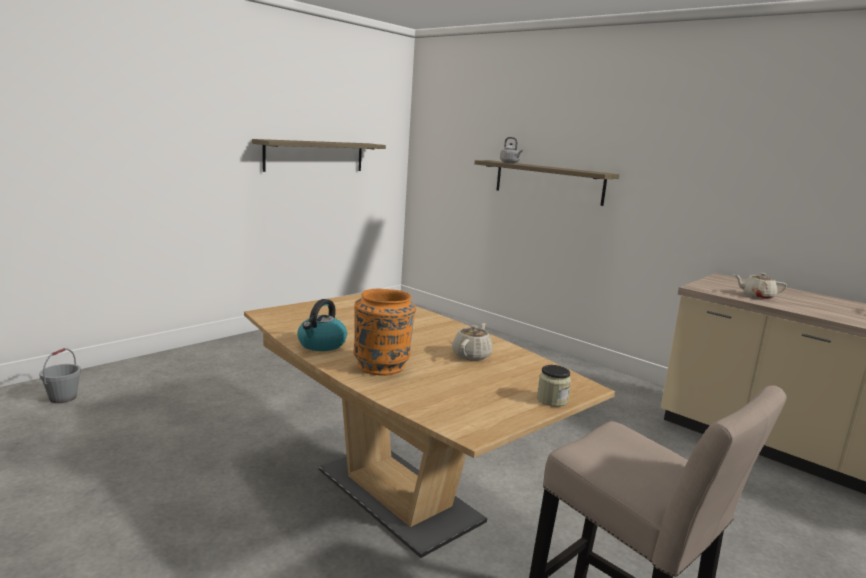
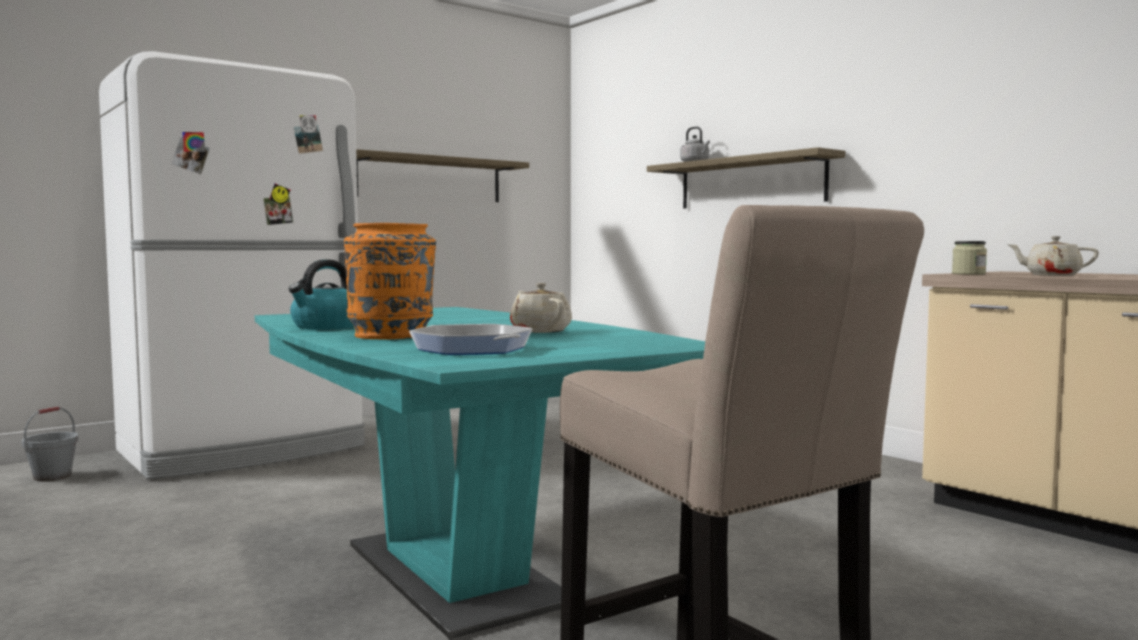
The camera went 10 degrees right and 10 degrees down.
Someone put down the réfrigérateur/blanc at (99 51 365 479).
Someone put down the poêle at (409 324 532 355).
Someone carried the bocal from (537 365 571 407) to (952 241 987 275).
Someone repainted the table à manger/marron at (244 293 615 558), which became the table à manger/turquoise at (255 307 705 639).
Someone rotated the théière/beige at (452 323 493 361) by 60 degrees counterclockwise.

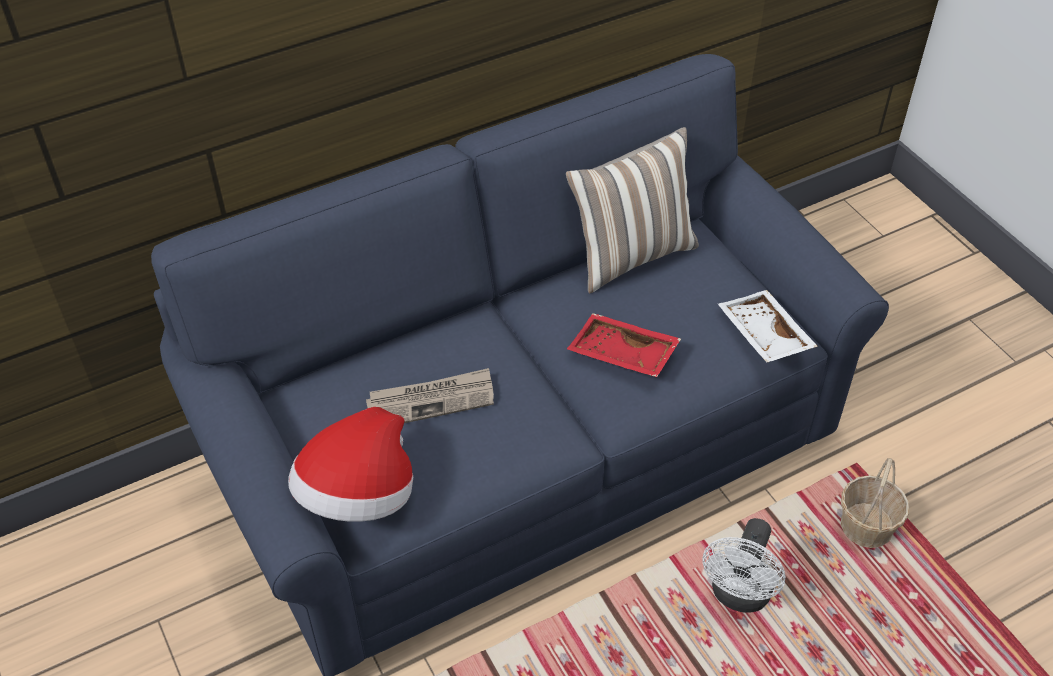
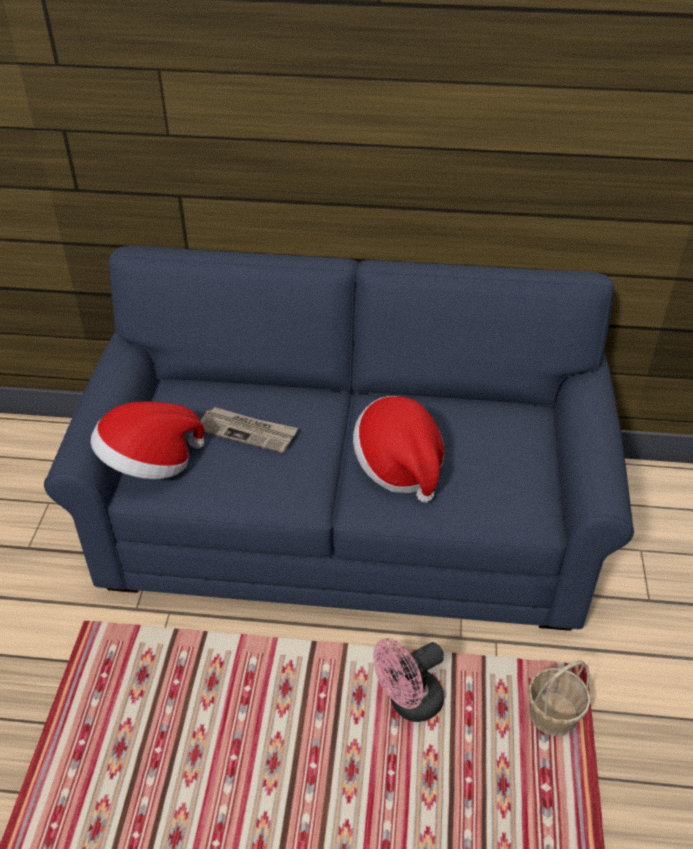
The camera went 35 degrees right and 5 degrees down.
Someone took away the coussin at (566 127 699 293).
Someone took away the plateau/blanc at (718 290 818 363).
Someone swapped the plateau/rouge at (567 313 681 377) for the chapeau at (353 396 444 503).
Someone repainted the ventilateur/blanc at (702 518 786 613), which became the ventilateur/rose at (373 638 444 722).

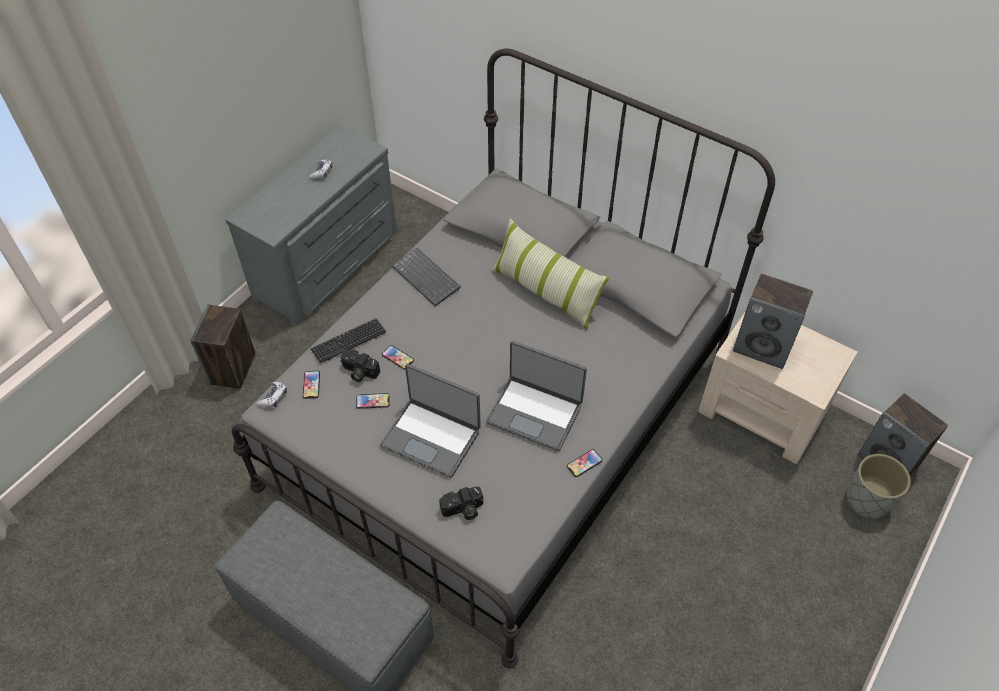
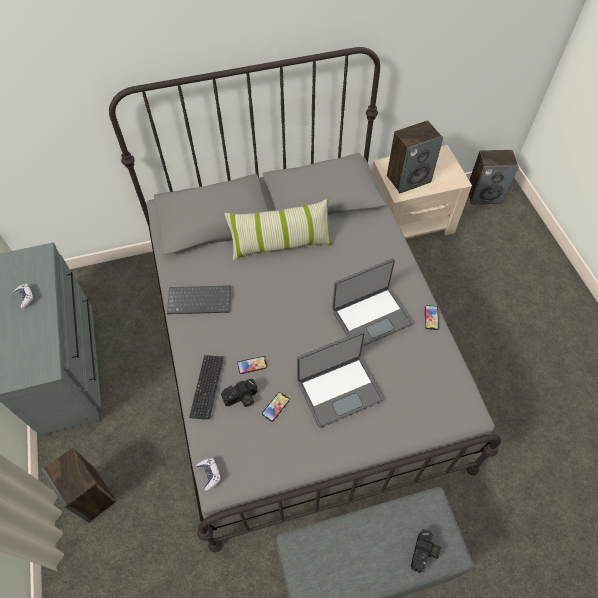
The camera went 50 degrees left and 5 degrees up.
Someone took away the téléphone at (303 371 320 399).
Someone took away the cache-pot/gris at (847 454 911 518).
Someone carried the appareil photo from (439 487 483 520) to (411 529 441 573).

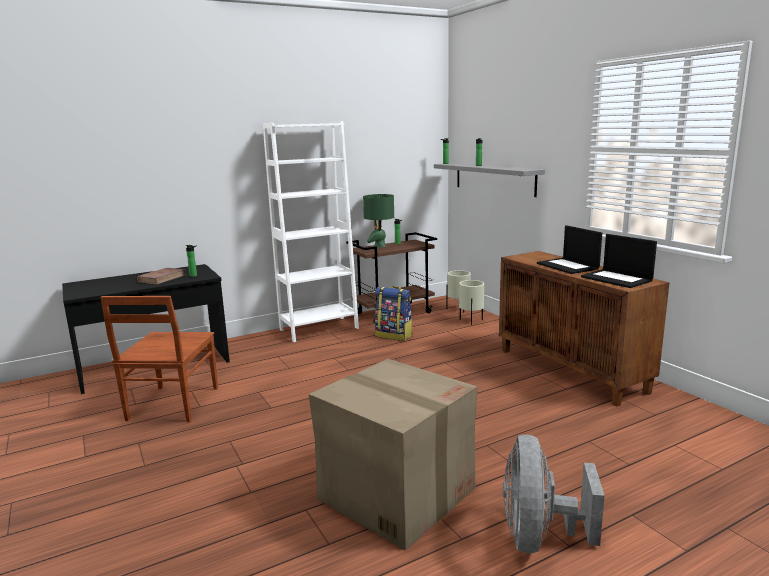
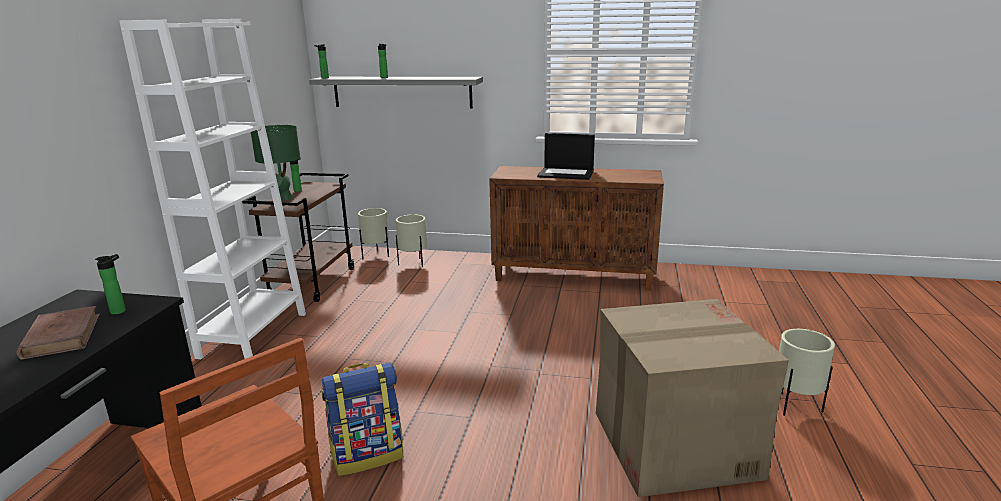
The camera went 50 degrees left and 5 degrees up.
Someone took away the ordinateur portable at (581 234 657 288).
Someone carried the sac à dos from (375 286 413 341) to (322 362 403 476).
Someone swapped the ventilateur/gris at (503 435 605 553) for the cache-pot/beige at (779 329 835 416).

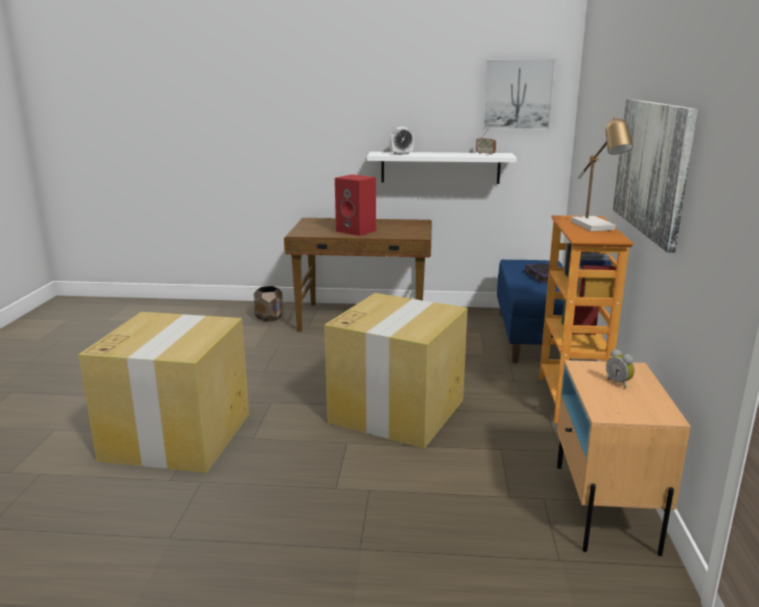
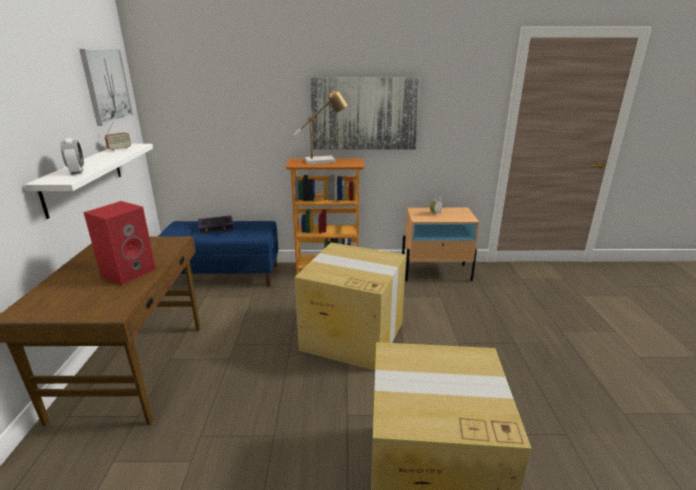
The camera went 95 degrees left and 5 degrees up.
Someone took away the cache-pot/marron at (253 286 283 322).

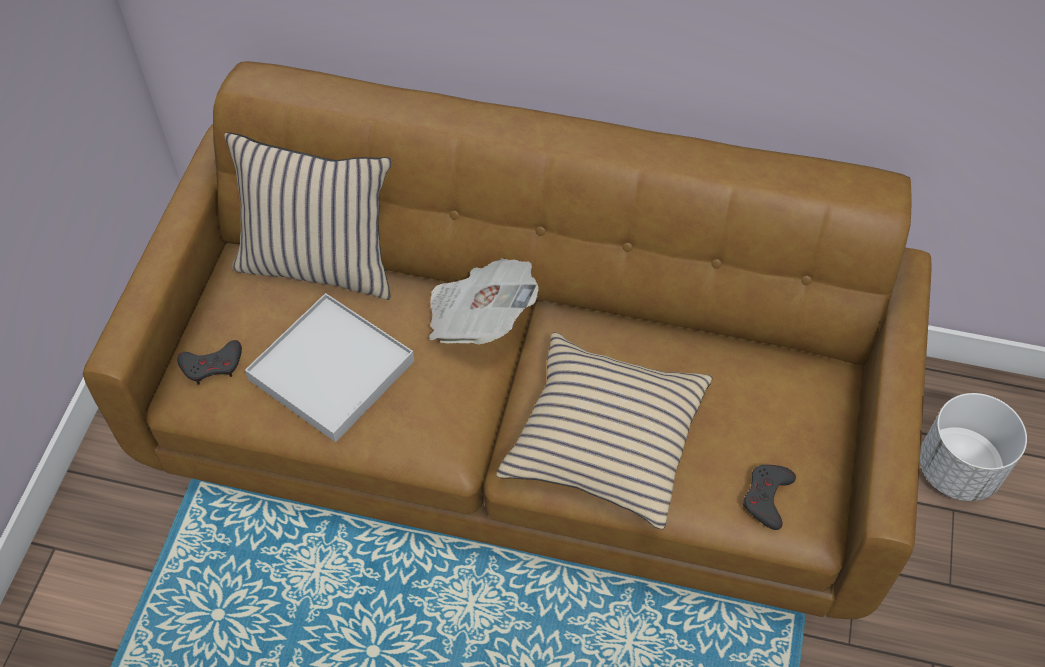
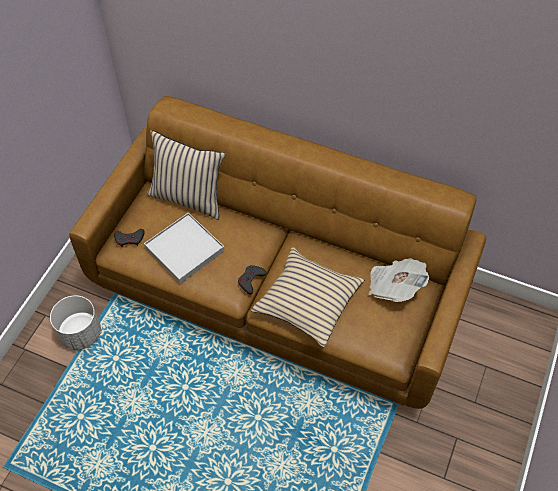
The camera went 10 degrees right and 0 degrees up.
Someone carried the journal from (429 258 538 345) to (369 258 429 302).
Someone carried the manette/gris from (743 465 796 530) to (238 265 267 294).
Someone carried the cache-pot/blanc from (920 393 1027 501) to (50 296 101 350).

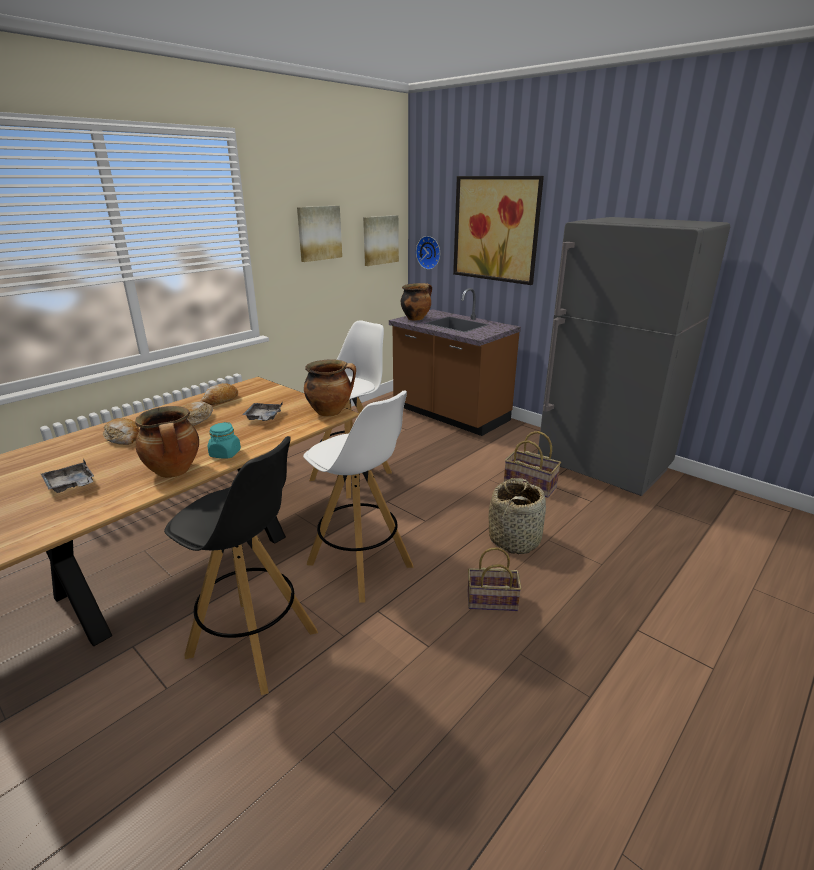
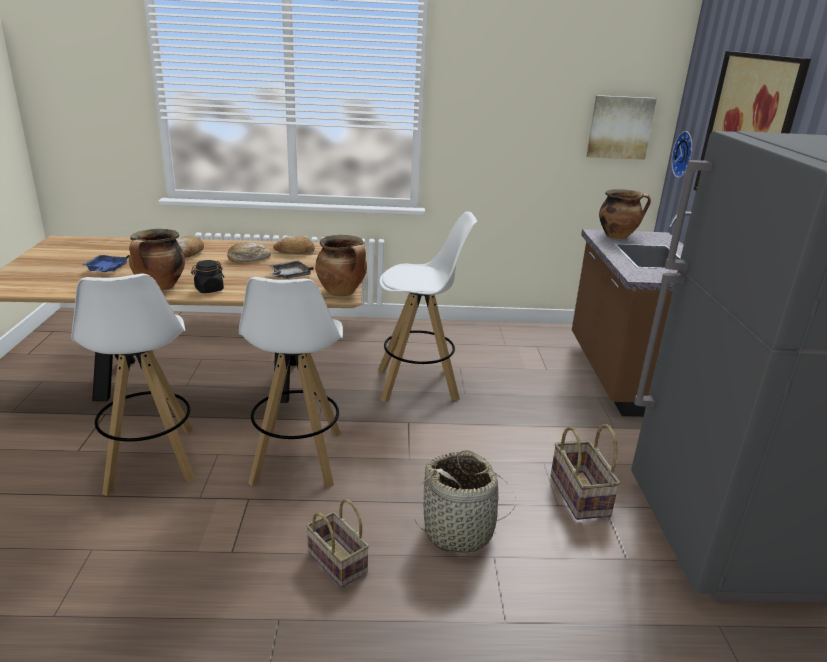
The camera went 45 degrees right and 0 degrees up.
Someone took away the tableau at (297 206 342 262).
Someone repainted the plateau/gris at (41 459 94 493), which became the plateau/bleu at (82 255 129 272).
Someone repainted the tabouret/noir at (164 436 318 695), which became the tabouret/blanc at (72 274 195 496).
Someone repainted the bocal/turquoise at (208 422 241 459), which became the bocal/noir at (191 260 224 293).

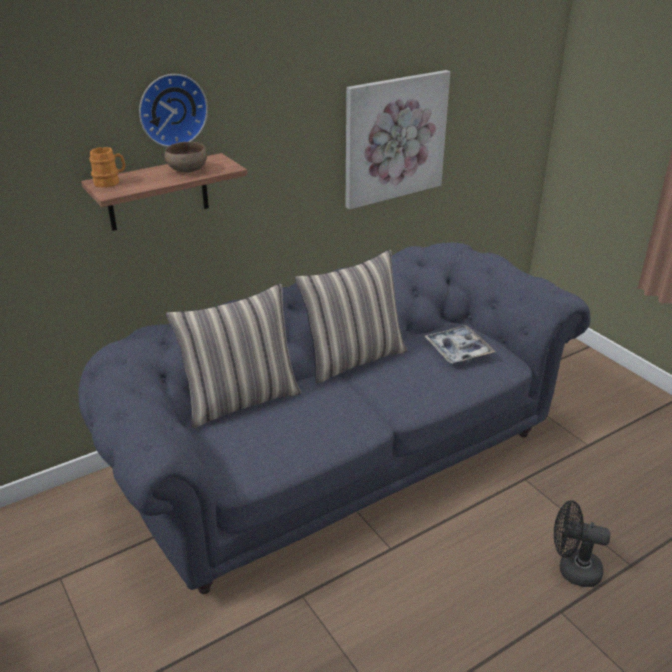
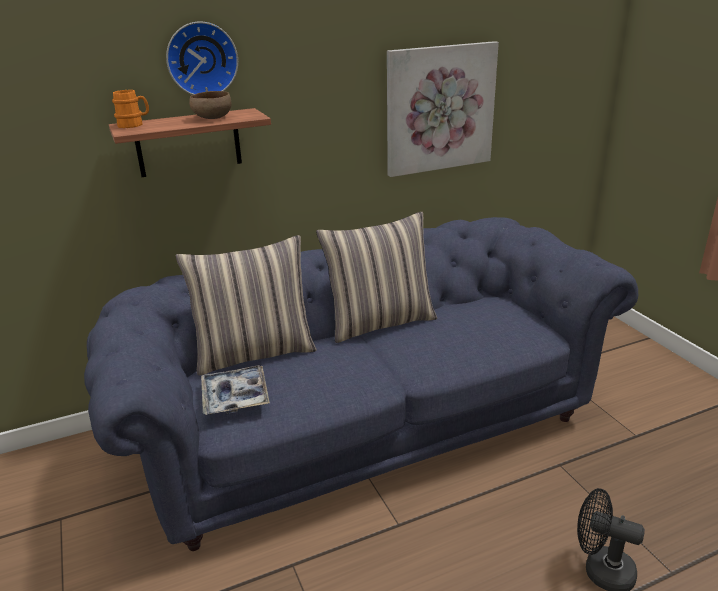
The camera went 10 degrees right and 5 degrees down.
Someone carried the plateau from (425 325 495 364) to (201 365 270 415).

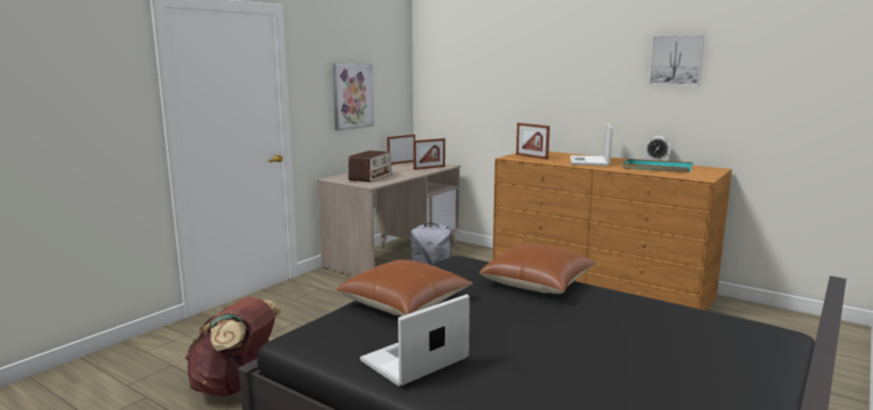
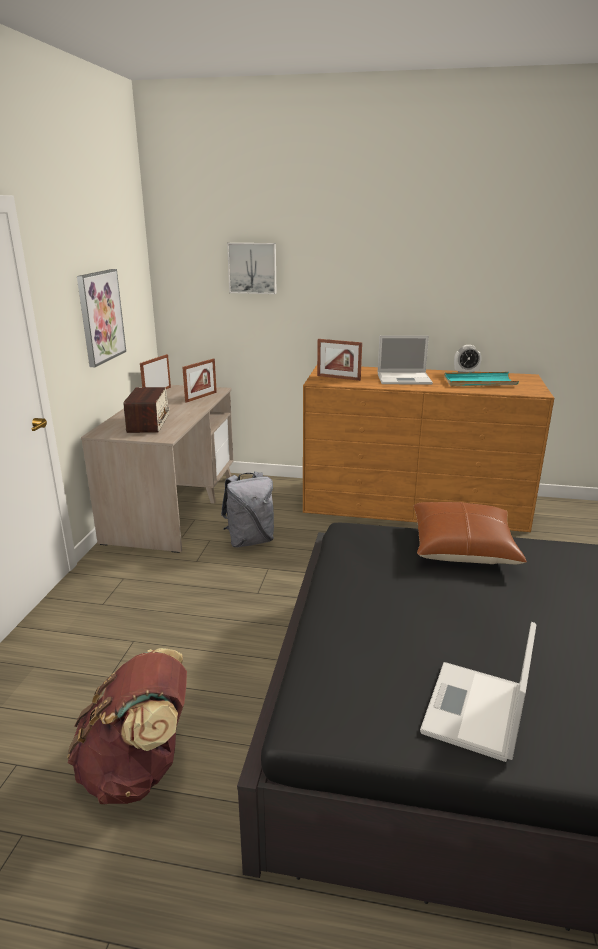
The camera went 25 degrees left and 10 degrees up.
Someone took away the coussin/marron at (336 260 473 316).
Someone carried the tableau from (649 35 705 86) to (227 243 277 294).
Someone rotated the ordinateur portable at (570 123 613 166) by 75 degrees counterclockwise.

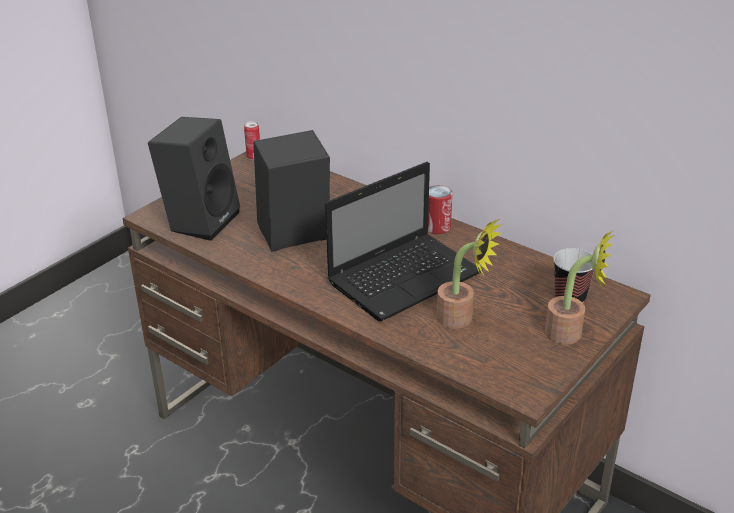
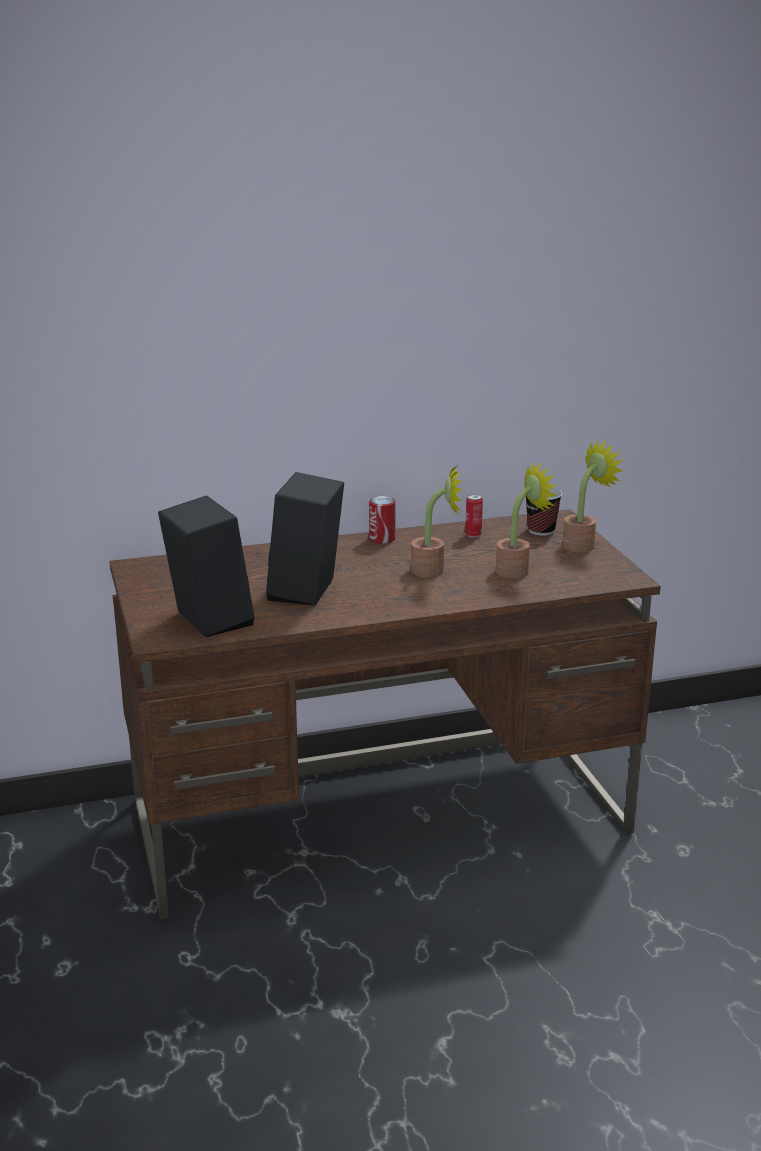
The camera went 55 degrees left and 10 degrees down.
Someone carried the boîte métallique from (244 121 260 160) to (465 494 483 538).
Someone swapped the ordinateur portable at (325 162 483 321) for the plante en pot at (411 466 463 577).

